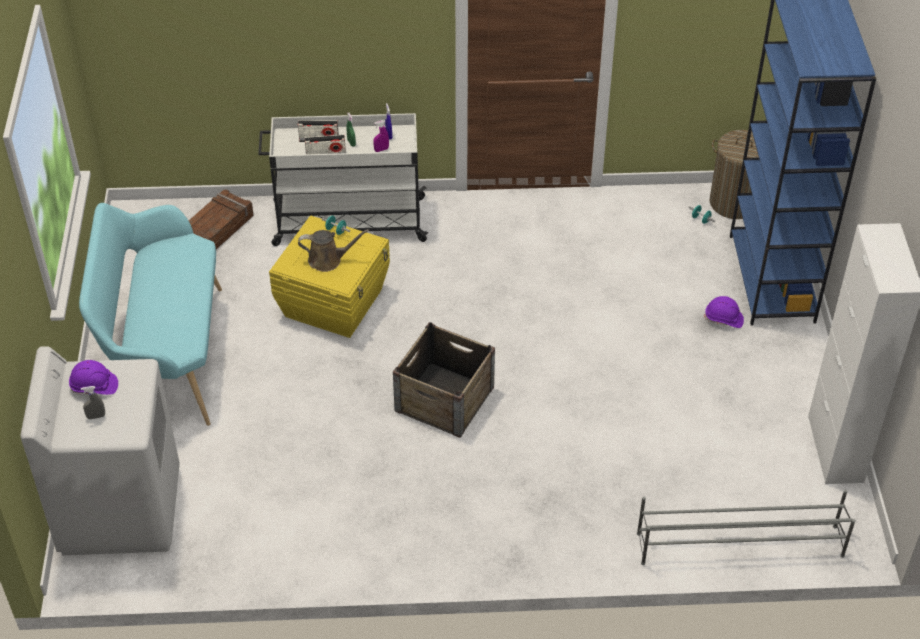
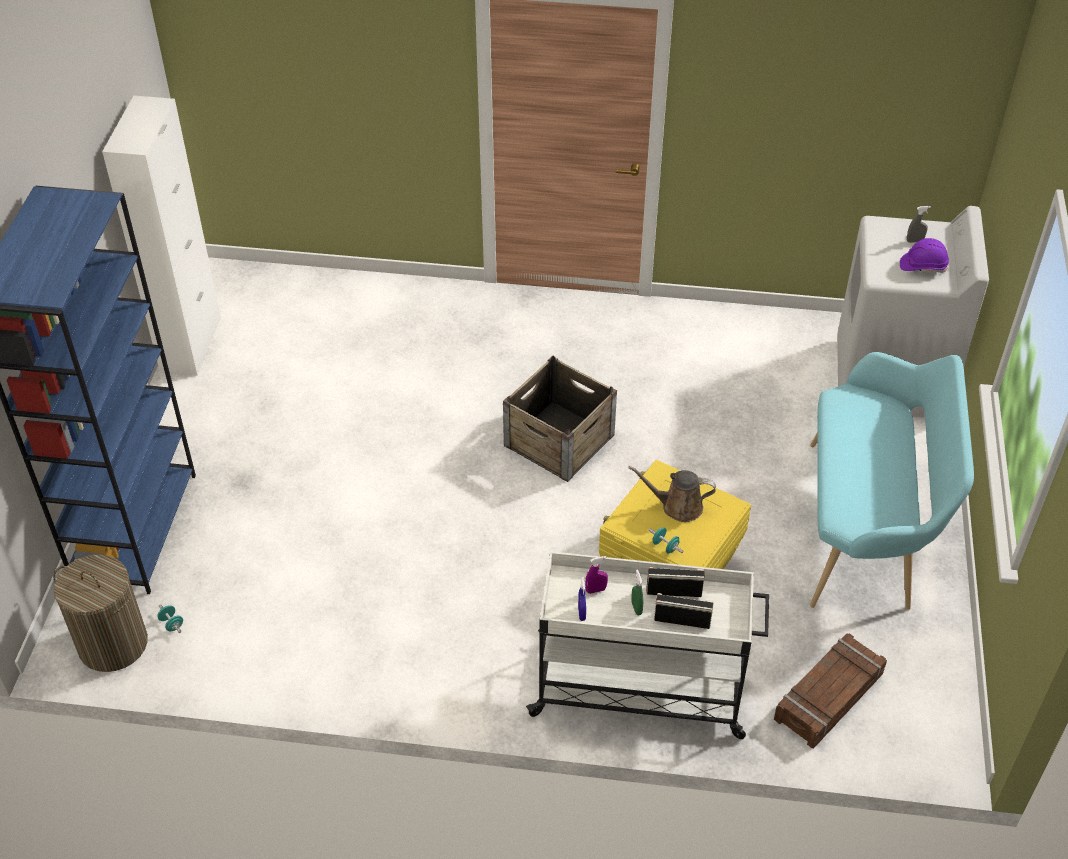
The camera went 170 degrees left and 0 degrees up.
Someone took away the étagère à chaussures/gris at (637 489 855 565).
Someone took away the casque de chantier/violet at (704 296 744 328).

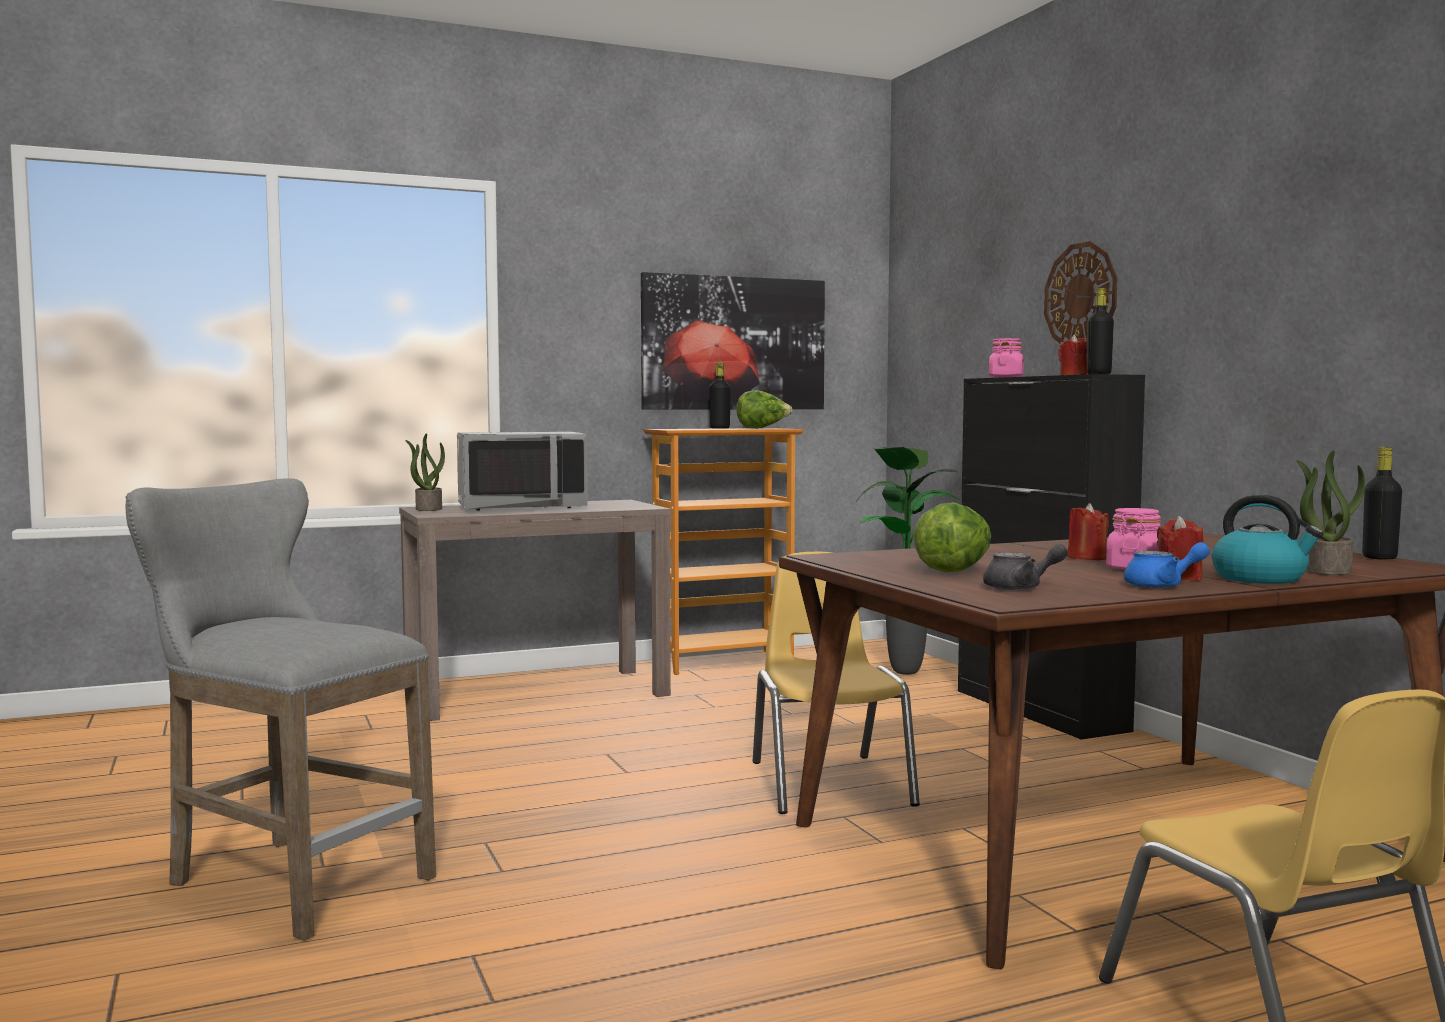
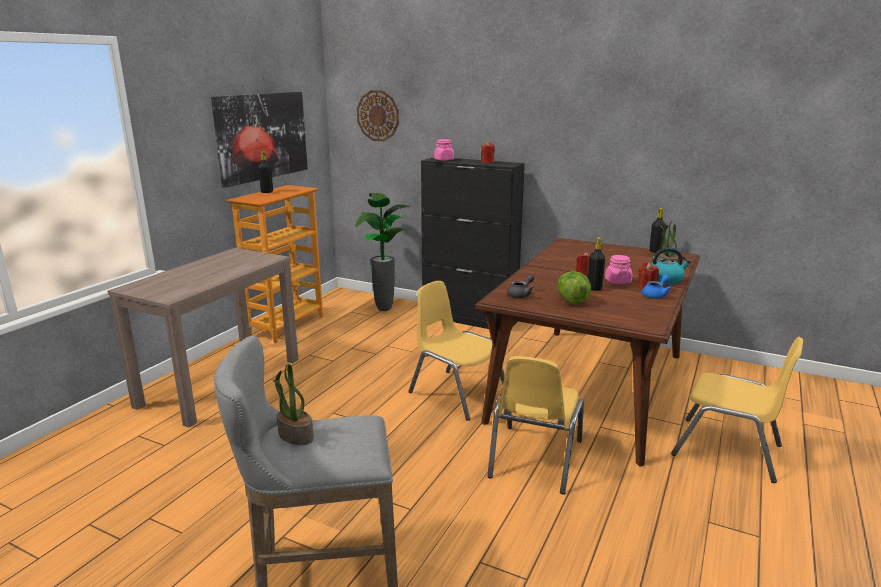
The camera went 40 degrees left and 15 degrees up.
Someone took away the micro-ondes/gris at (457 432 588 511).
Someone took away the laitue at (737 390 792 429).
Someone put down the chaise/jaune at (487 356 584 494).
Someone carried the plante en pot from (405 433 445 511) to (273 364 314 445).
Someone carried the théière/gris from (983 544 1068 590) to (507 274 535 298).
Someone carried the horloge murale from (1044 241 1117 344) to (357 90 399 141).
Someone carried the bouteille/noir from (1087 288 1114 374) to (588 237 605 291).

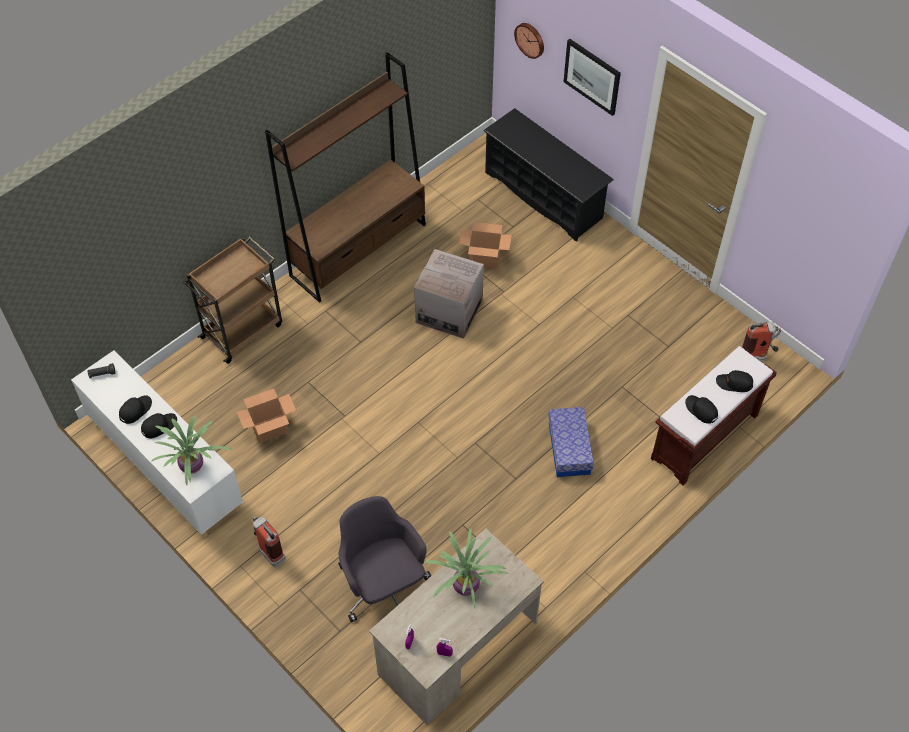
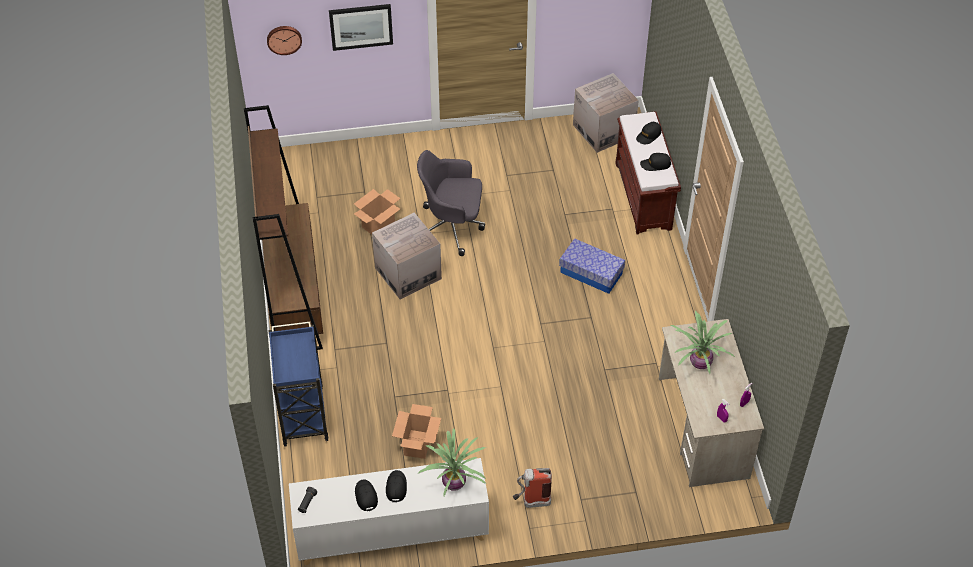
The camera went 55 degrees left and 5 degrees down.
Someone took away the étagère à chaussures/noir at (483 108 614 241).
Someone carried the chaise de bureau/gris from (338 496 431 622) to (417 150 485 256).
Someone swapped the extincteur at (742 322 781 362) for the carton at (573 73 639 153).
Someone repainted the chariot/marron at (183 237 282 364), which became the chariot/bleu at (268 321 329 447).

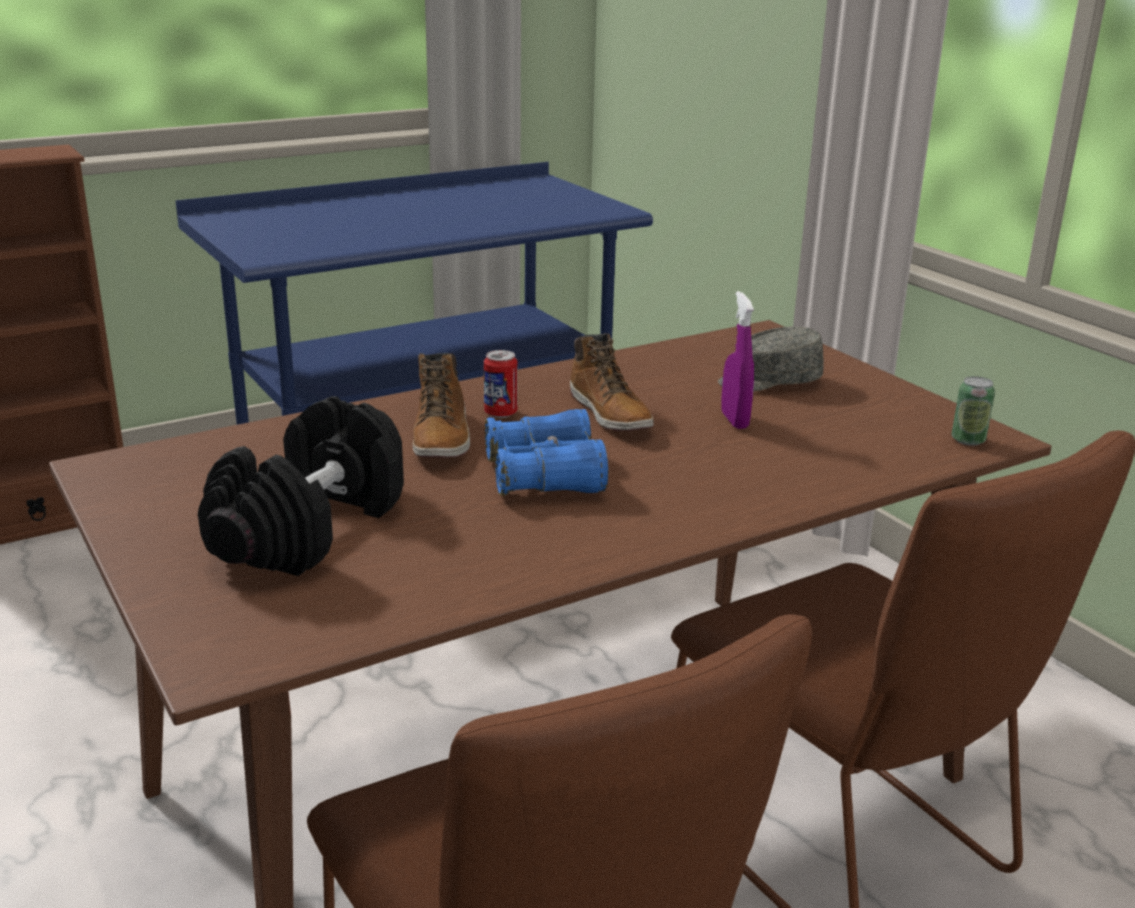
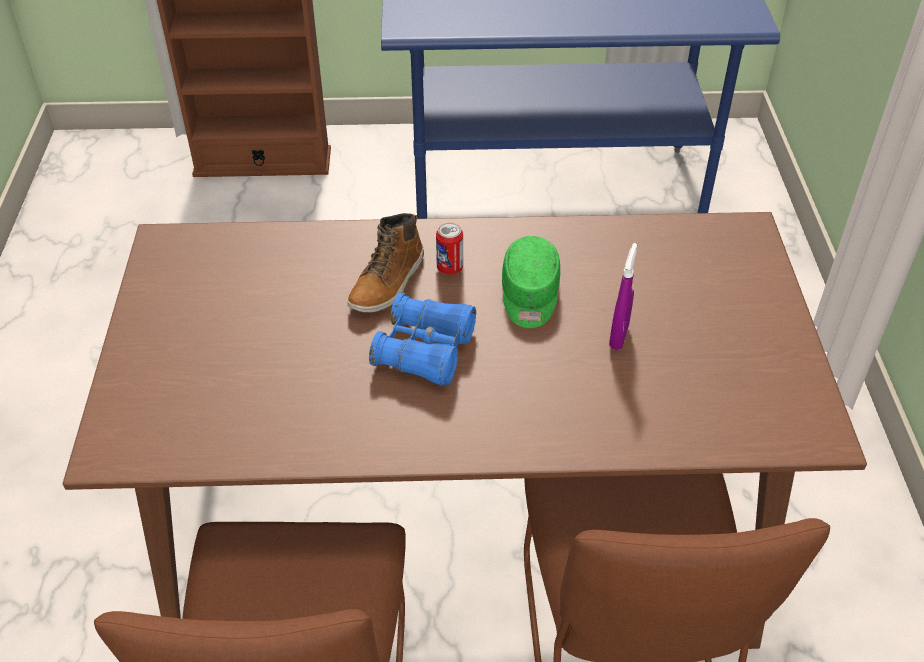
The camera went 30 degrees right and 20 degrees up.
Someone took away the haltère/noir at (198 396 404 576).
Someone took away the casquette/gris at (718 326 824 392).
Someone took away the boîte métallique at (951 376 995 446).
Someone swapped the botte at (570 333 654 431) for the casquette/vert at (502 236 561 328).

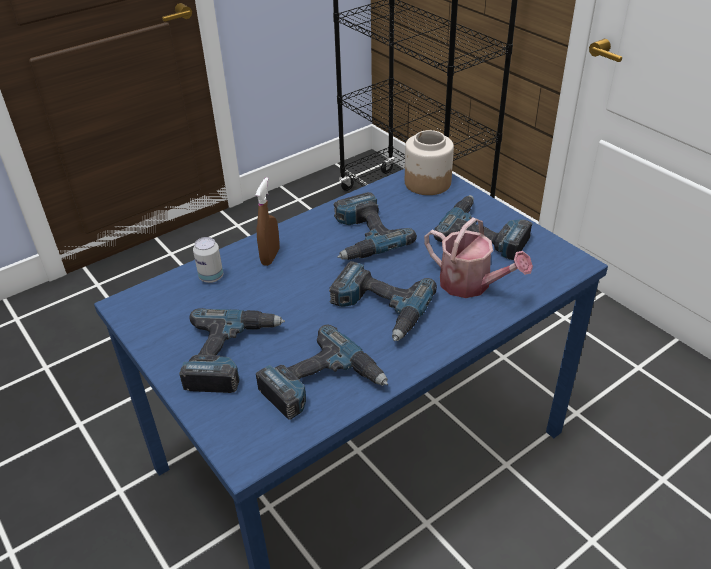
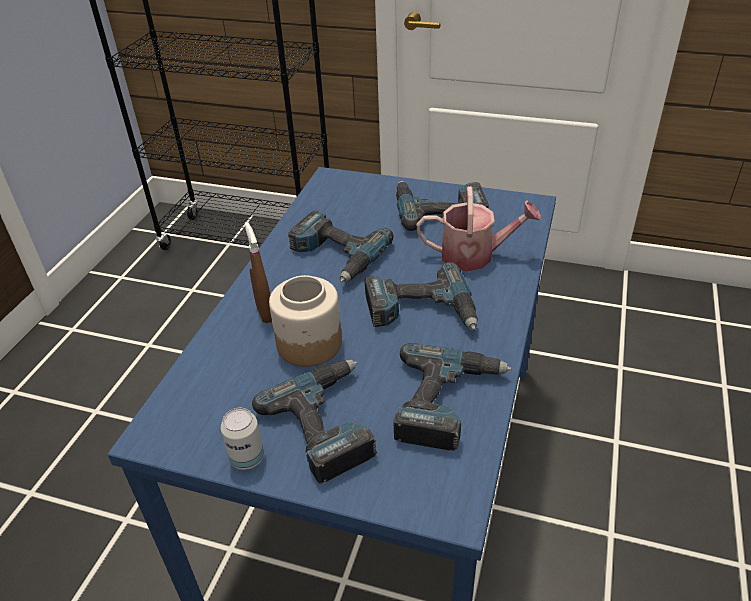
The camera went 35 degrees left and 0 degrees up.
Someone carried the boîte métallique from (193 237 223 283) to (221 408 264 470).
Someone carried the bocal from (405 130 454 195) to (269 275 342 367).

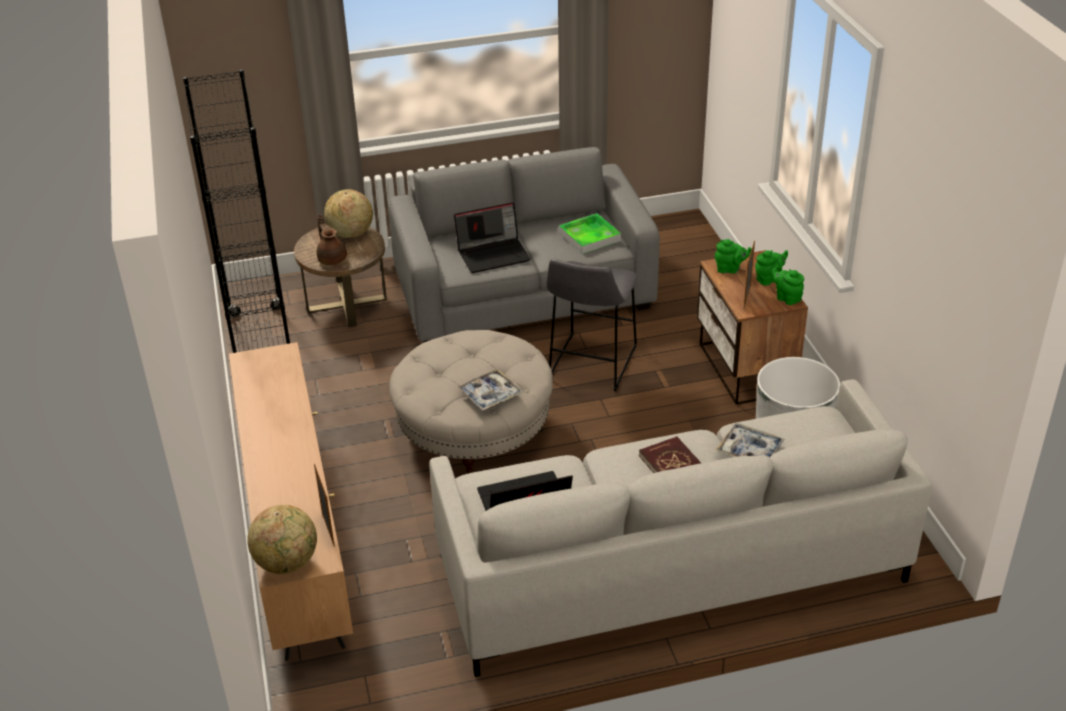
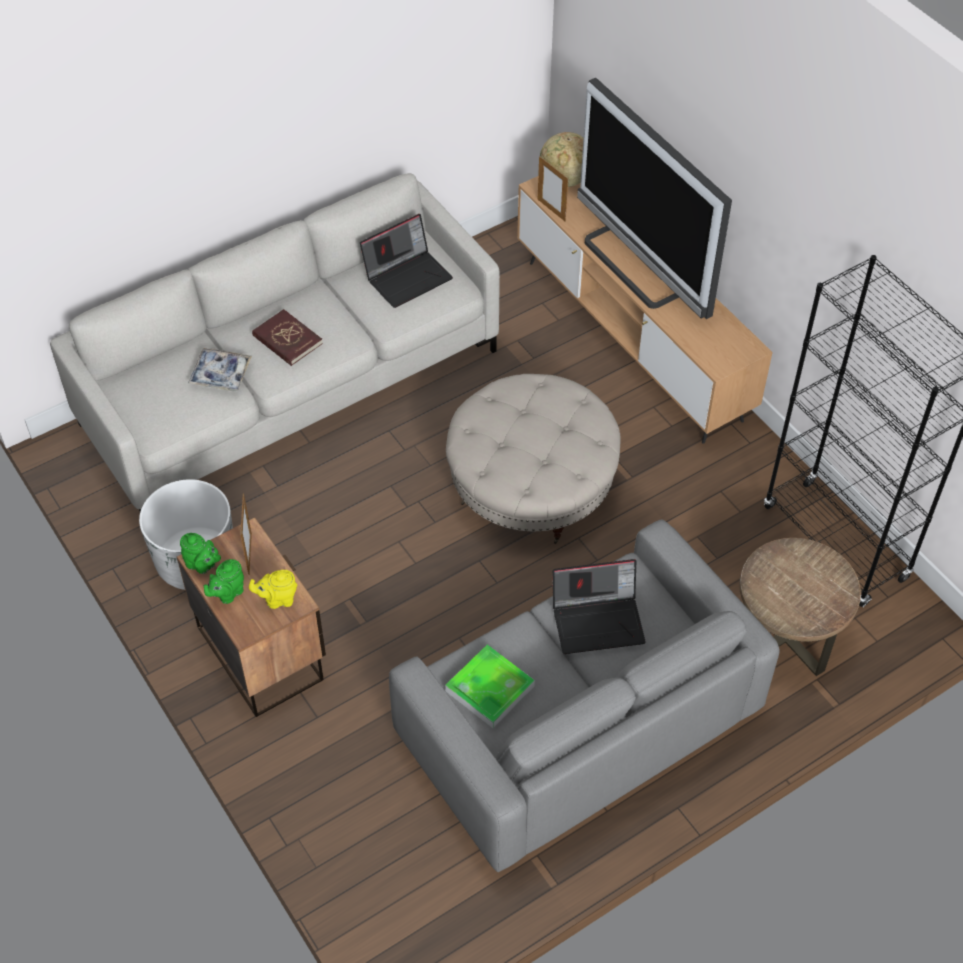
The camera went 160 degrees right and 15 degrees up.
Someone took away the théière/marron at (317 215 347 265).
Someone took away the globe at (324 189 373 238).
Someone took away the plateau at (458 369 522 410).
Someone took away the tabouret/gris at (546 259 638 391).
Someone put down the téléviseur at (577 78 732 319).
Someone repainted the théière/vert at (715 239 752 274), which became the théière/jaune at (249 570 297 609).
Someone rotated the ordinateur portable at (454 202 531 273) by 150 degrees counterclockwise.

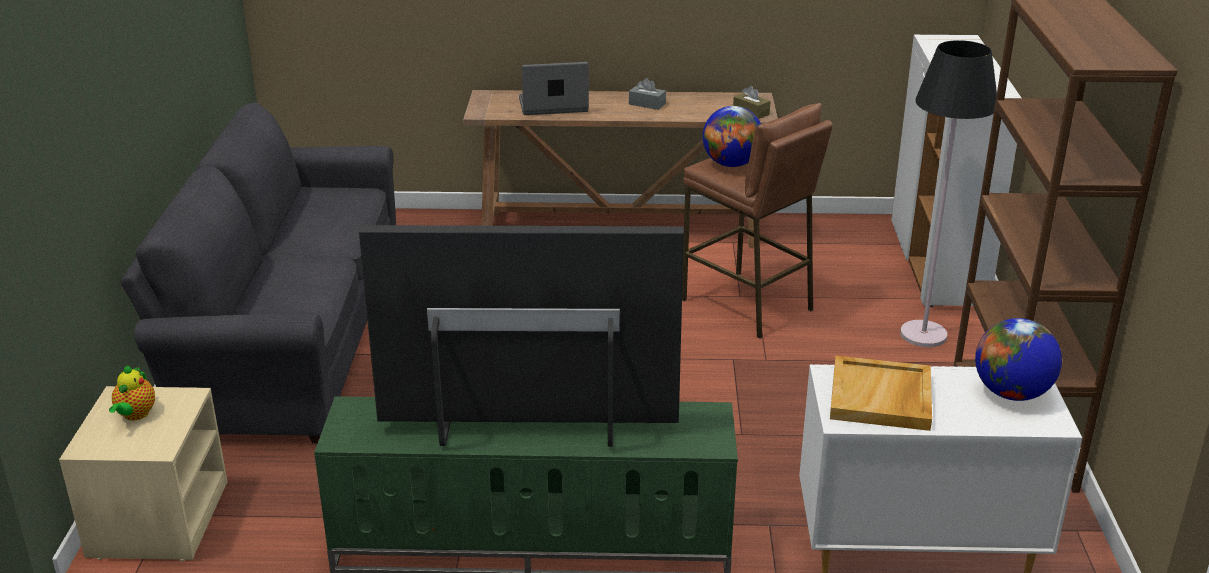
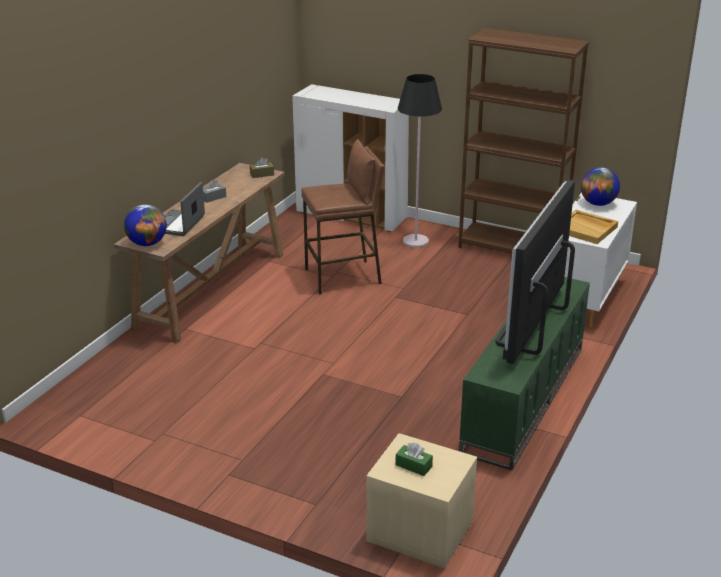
The camera went 65 degrees left and 0 degrees up.
Someone took away the canapé/gris at (121 102 396 443).
Someone carried the globe from (702 106 761 167) to (124 204 167 246).
Someone swapped the théière at (109 365 155 421) for the boîte à mouchoirs/vert at (395 443 433 476).

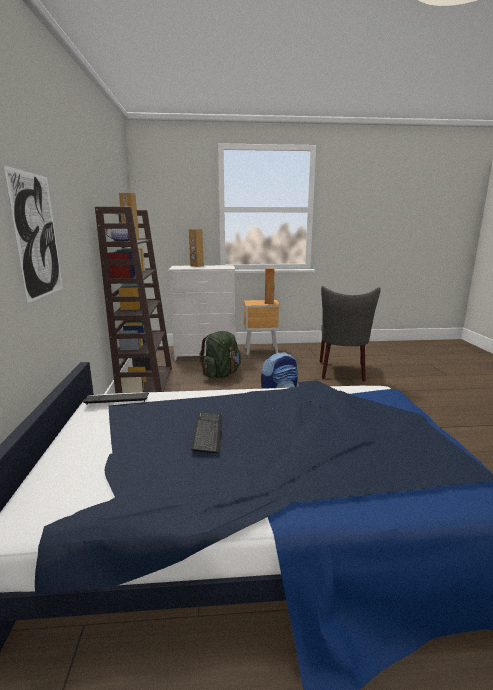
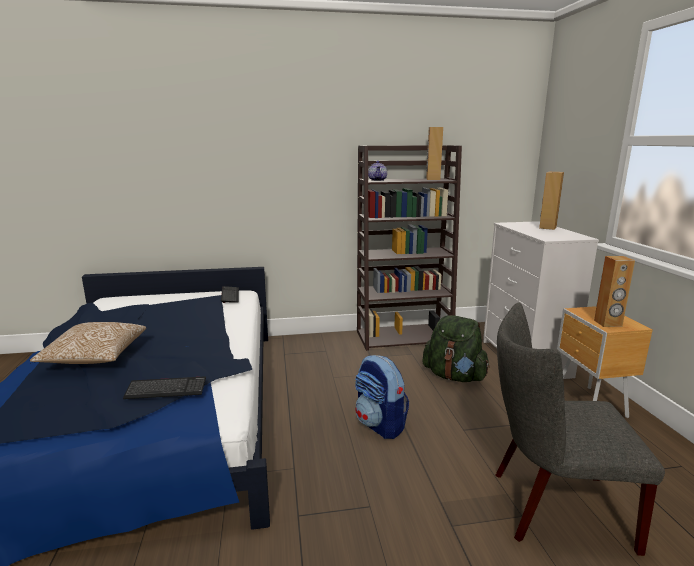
The camera went 85 degrees right and 0 degrees up.
Someone took away the tableau at (3 165 63 303).
Someone put down the coussin at (30 322 146 364).
Someone carried the clavier from (191 412 223 454) to (123 376 206 399).

